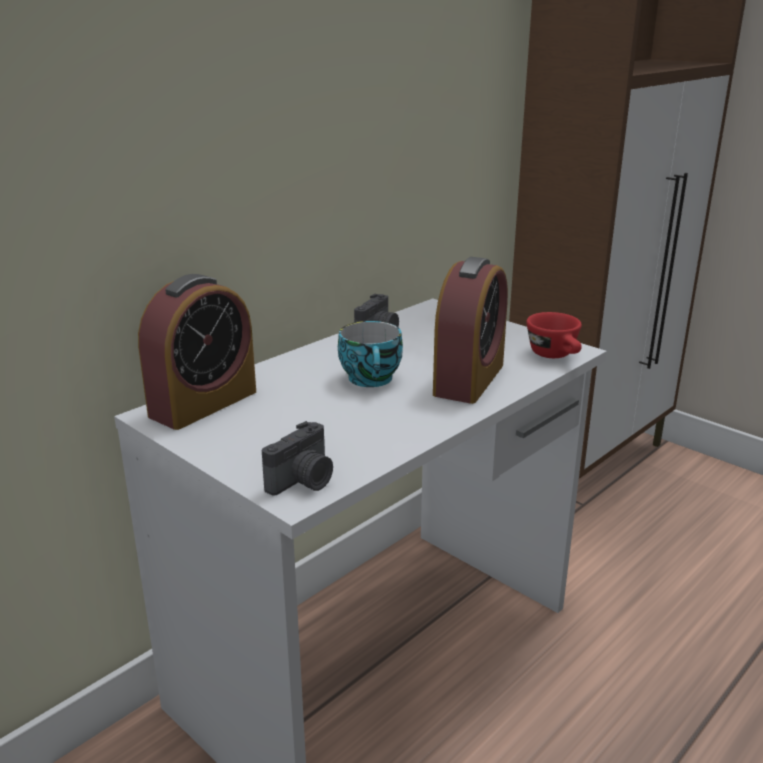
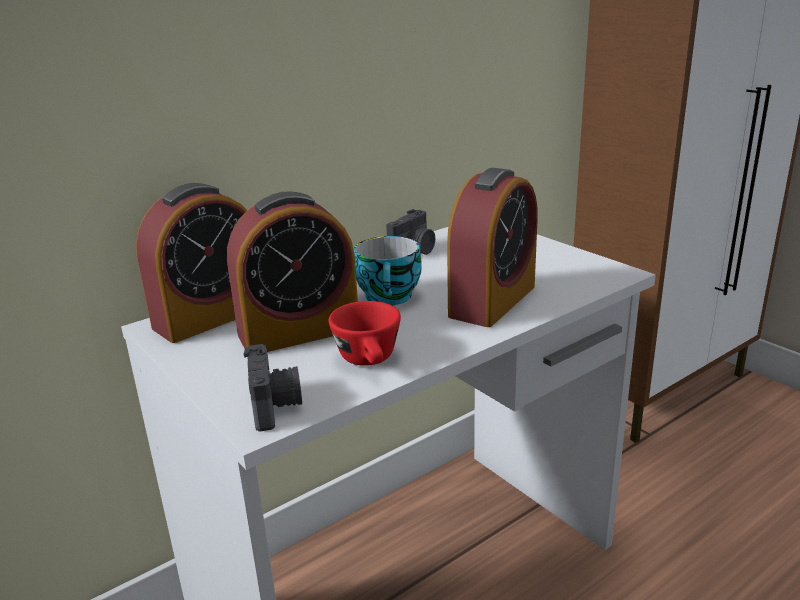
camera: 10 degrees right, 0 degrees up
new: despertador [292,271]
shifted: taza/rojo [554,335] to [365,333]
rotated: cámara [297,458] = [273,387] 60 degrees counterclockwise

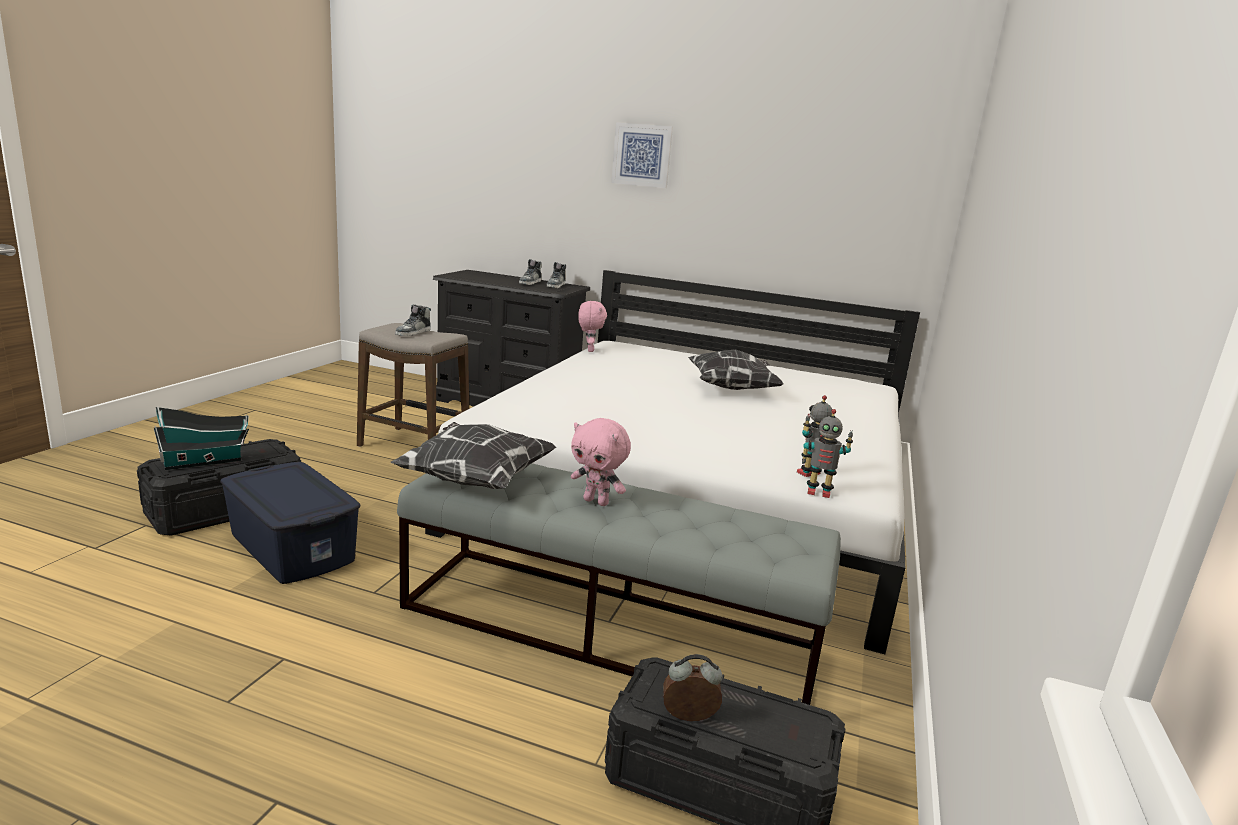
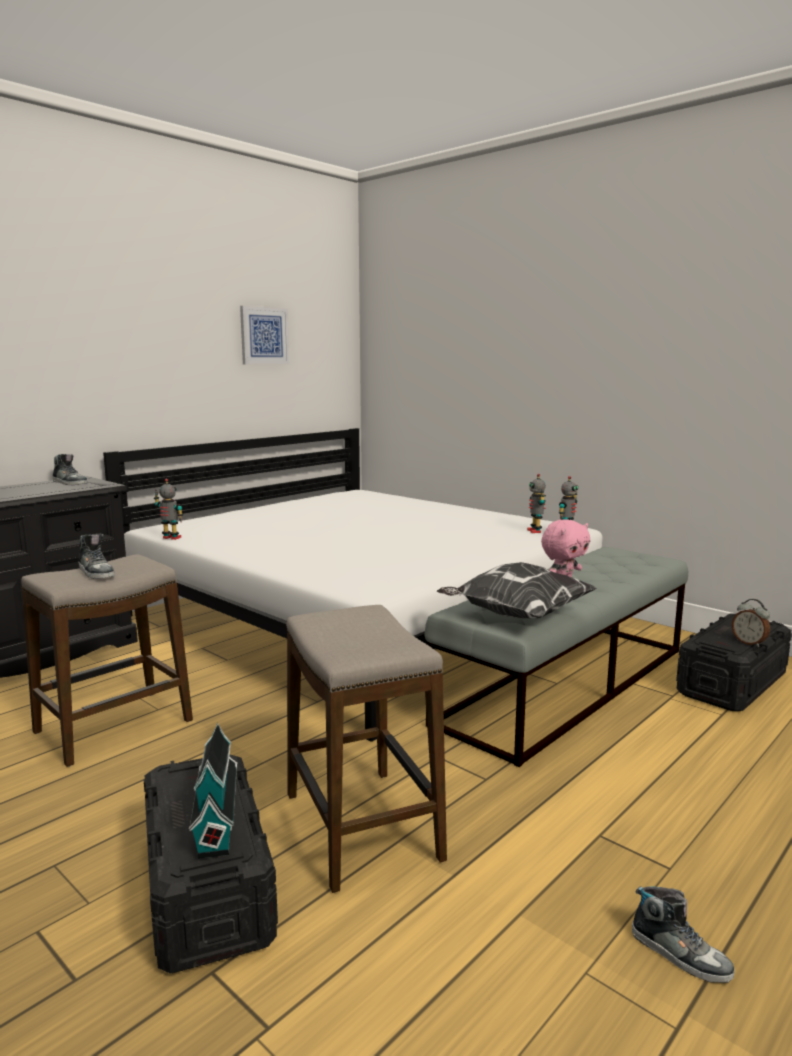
camera: 65 degrees left, 5 degrees down
gone: cojín [736,370]
shifted: cuadro [642,155] to [265,335]; zapato [530,272] to [683,934]
swapped: peluche/rosa [592,326] to robot de juguete [168,509]; caja de almacenaje/azul [290,523] to taburete [366,749]
rotated: despertador [692,687] = [751,623] 60 degrees counterclockwise

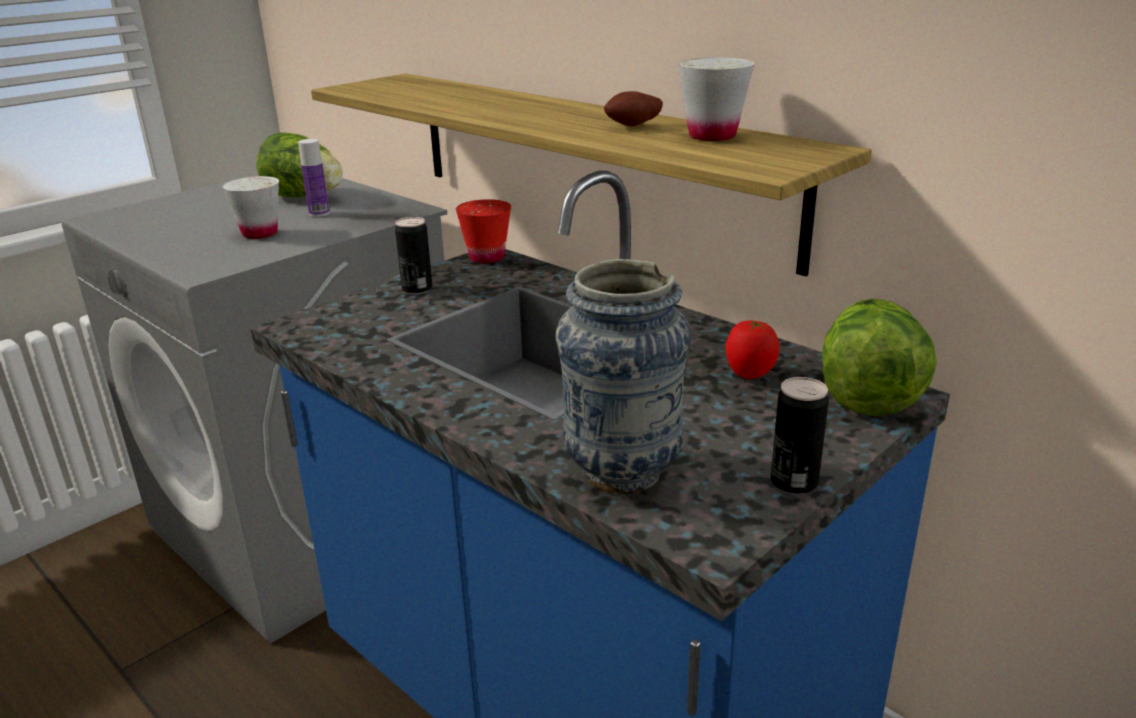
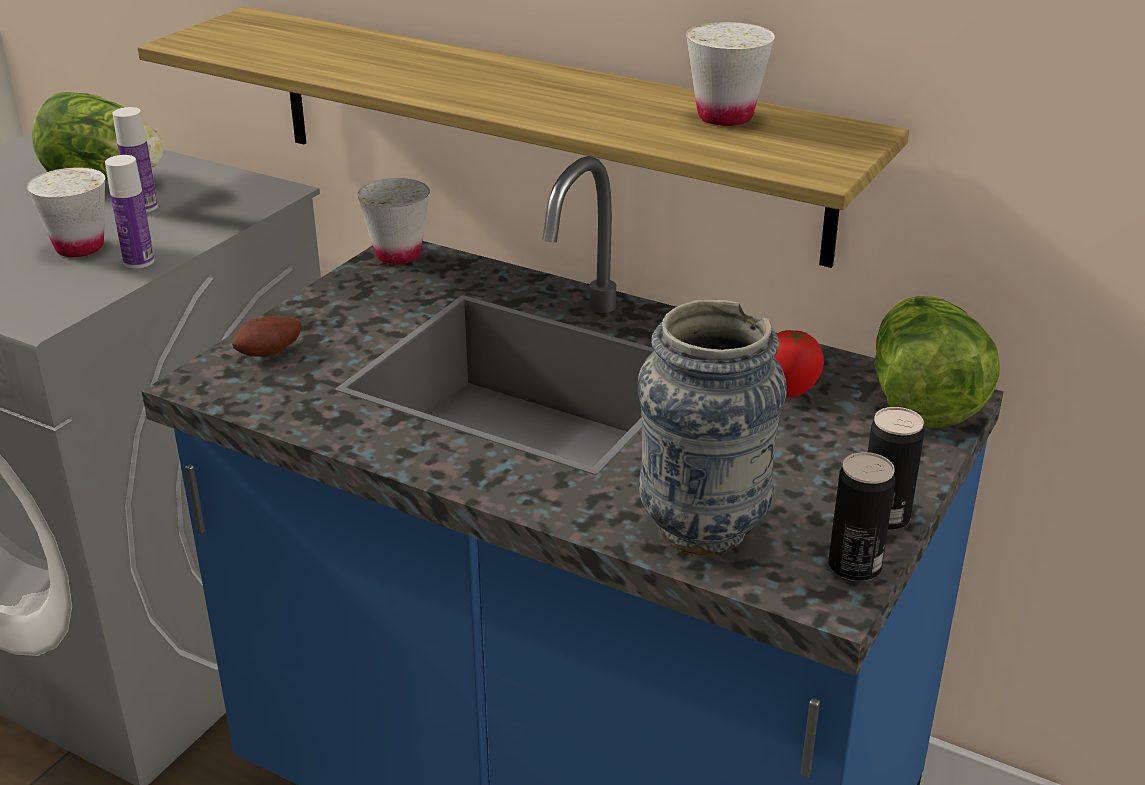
camera: 15 degrees left, 5 degrees up
new: botella [130,211]
shifted: patata [633,108] to [266,336]; lata [414,255] to [861,516]
repainted: taza/rojo [483,231] to taza/blanco [393,221]

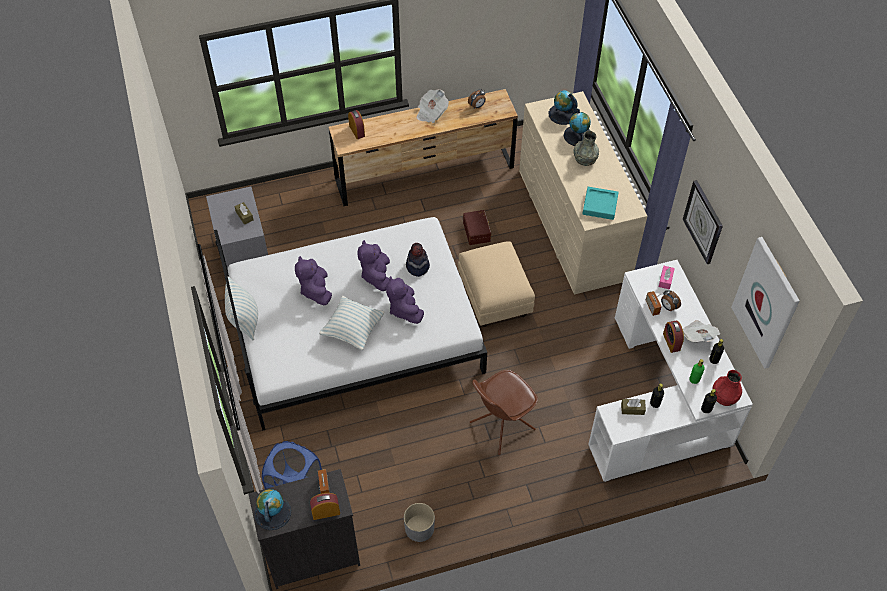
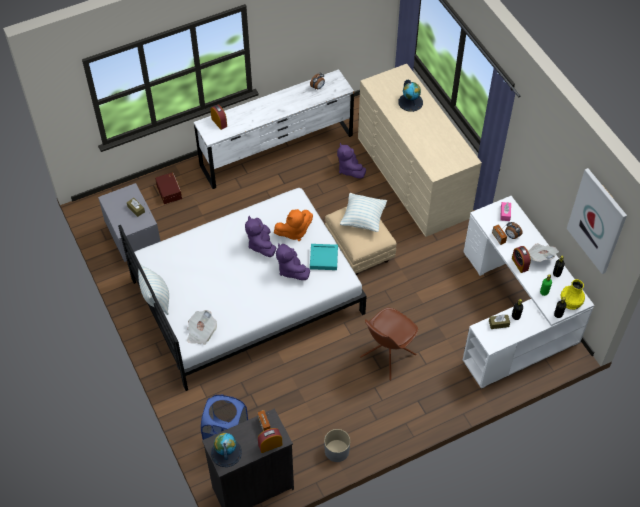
camera: 10 degrees left, 0 degrees up
gone: globo terráqueo [563,107]; florero/gris [586,148]; reloj de pared [703,222]
shifted: periódico [432,106] to [202,327]; bandeja/turquesa [601,203] to [324,257]; caja de almacenaje/marrón [477,227] to [168,188]; peluche/morado [313,280] to [351,160]; cojín [352,323] to [363,212]
swapped: sombrero [418,260] to peluche/naranja [293,225]
repainted: cómoda/marrón [423,147] to cómoda/blanco [274,129]; florero/rojo [727,388] to florero/amarillo [573,294]

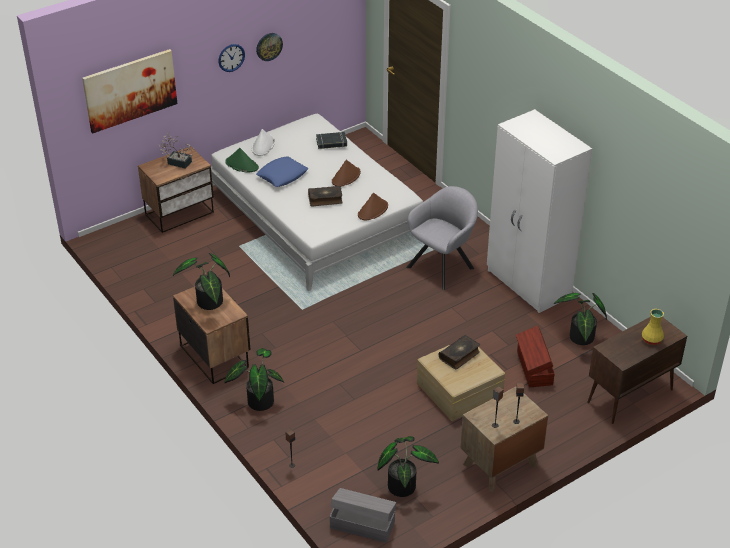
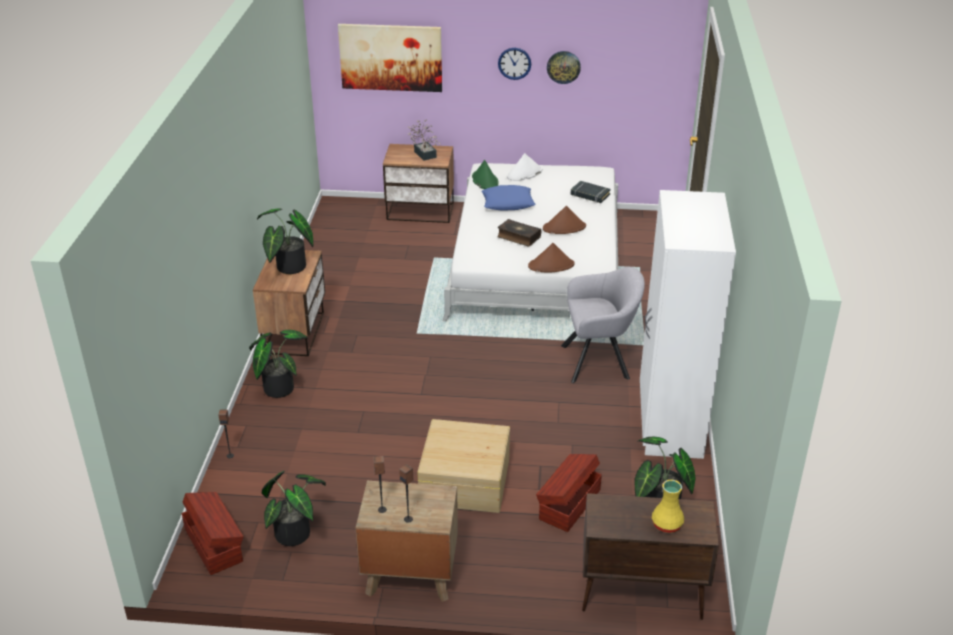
camera: 40 degrees right, 5 degrees down
gone: libro [459,352]
repainted: caja de almacenaje/gris [363,515] to caja de almacenaje/marrón [213,533]

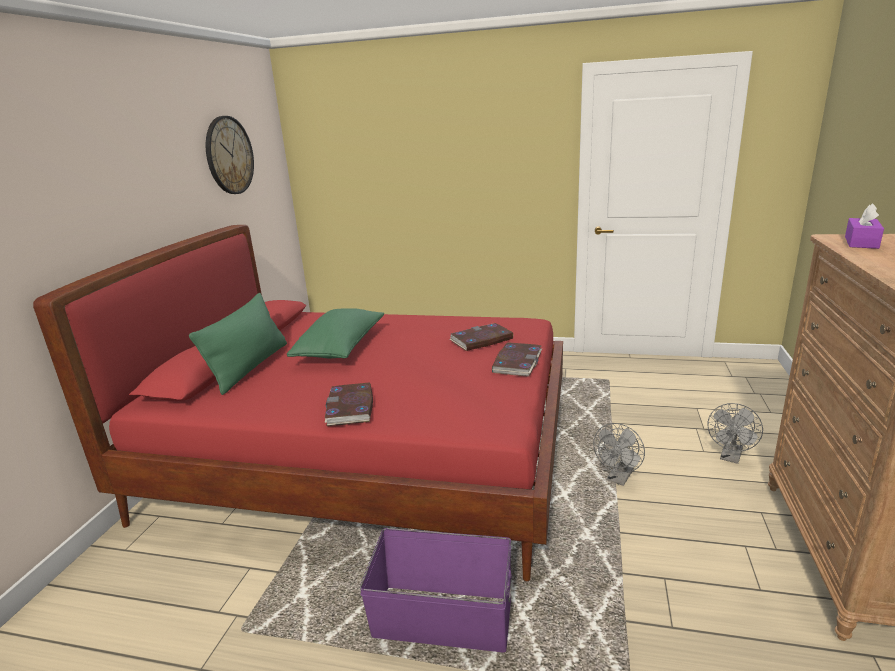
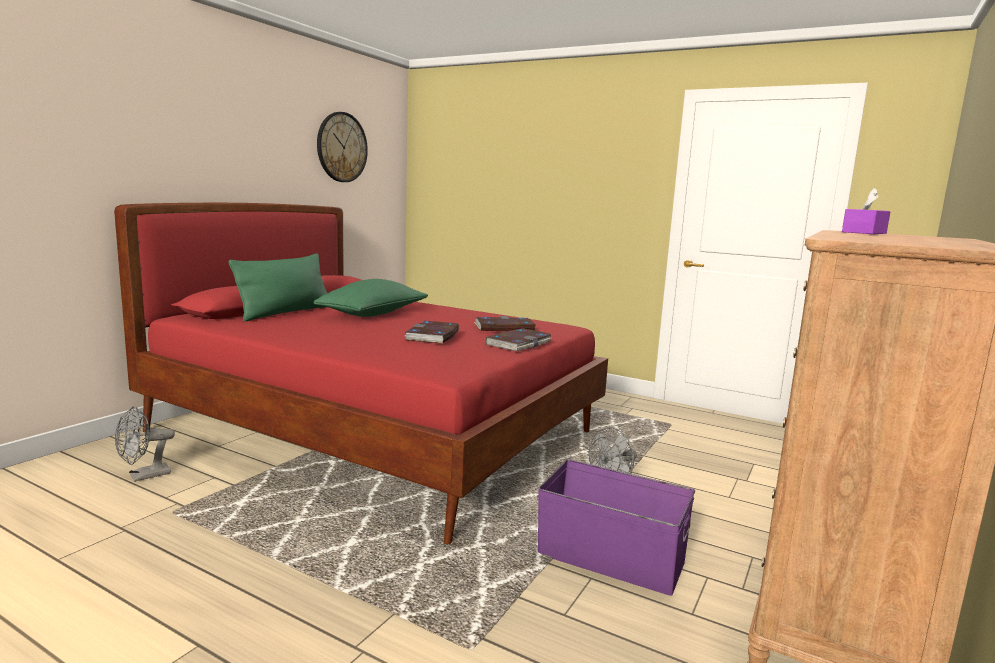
camera: 15 degrees right, 10 degrees down
shifted: libro [349,404] to [432,332]; ventilador/gris [735,433] to [145,444]; caja de almacenaje/morado [435,590] to [616,527]

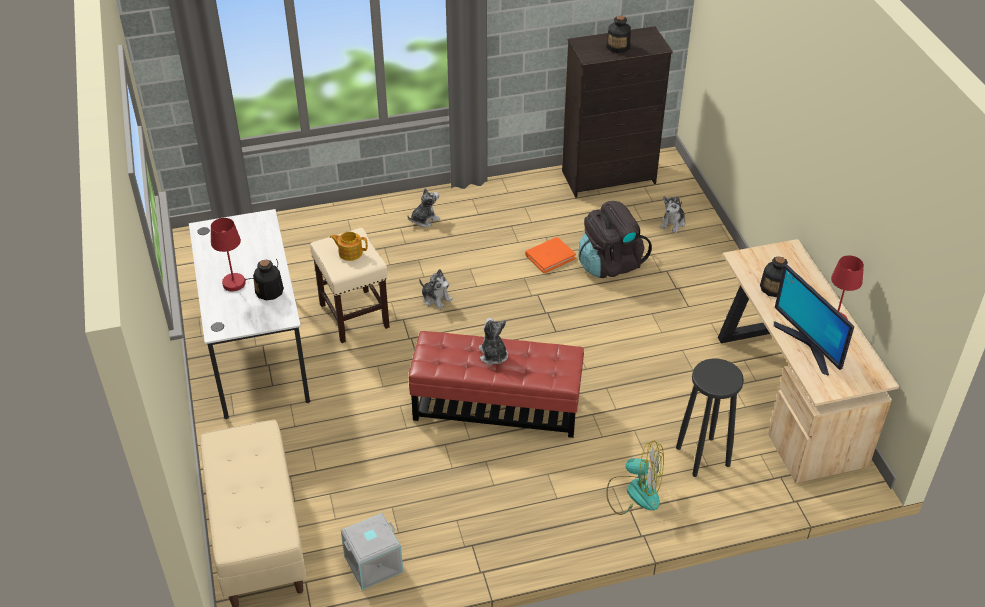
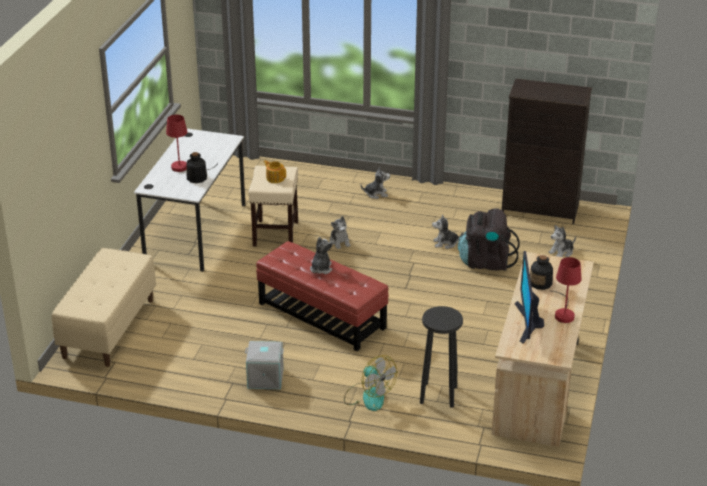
camera: 30 degrees right, 10 degrees down
gone: botella [618,34]
shifted: caja de almacenaje/gris [372,551] to [264,365]
swapped: libro/naranja [550,255] to peluche [447,232]

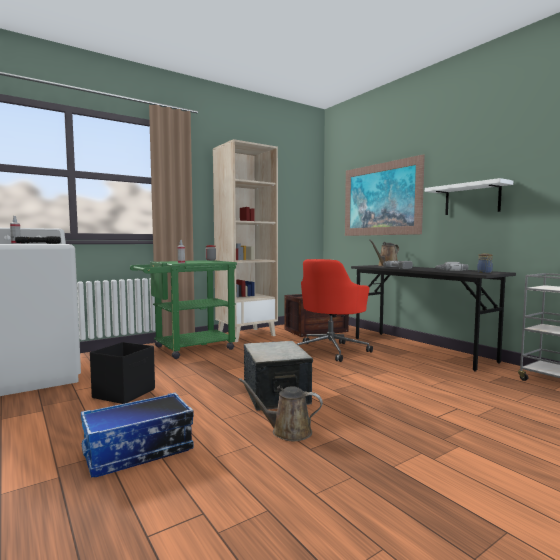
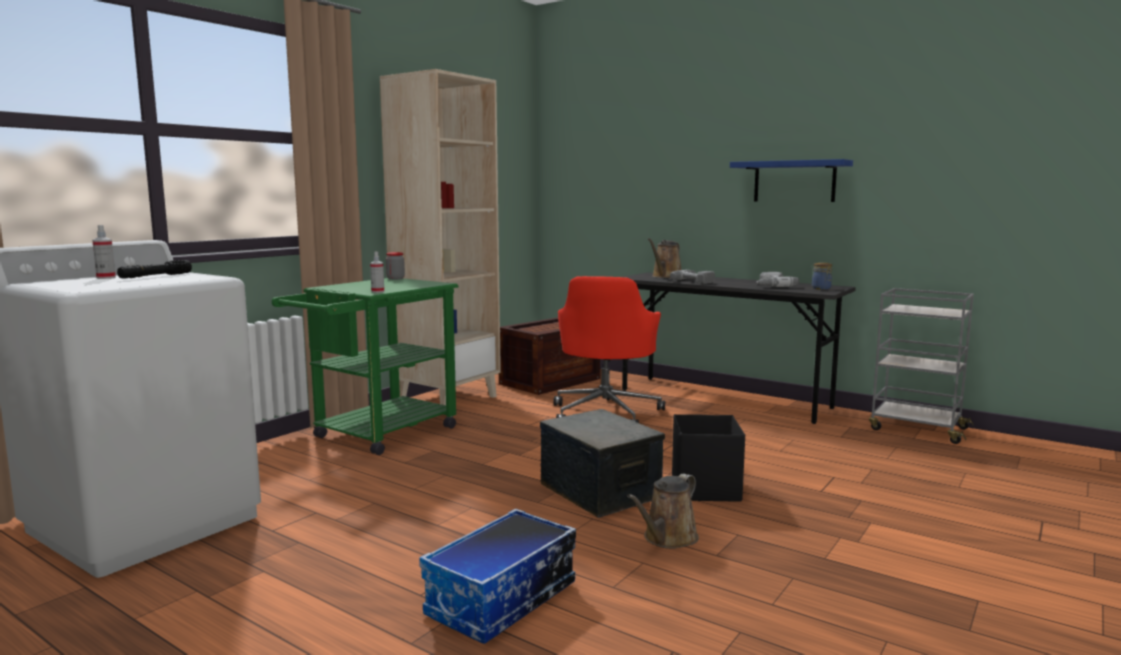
camera: 20 degrees left, 5 degrees up
gone: cuadro [385,195]
shifted: caja de almacenaje/negro [122,373] to [708,458]
repainted: estante/blanco [469,196] to estante/azul [791,180]
rotated: regadera/marrón [281,409] = [663,511] 45 degrees counterclockwise

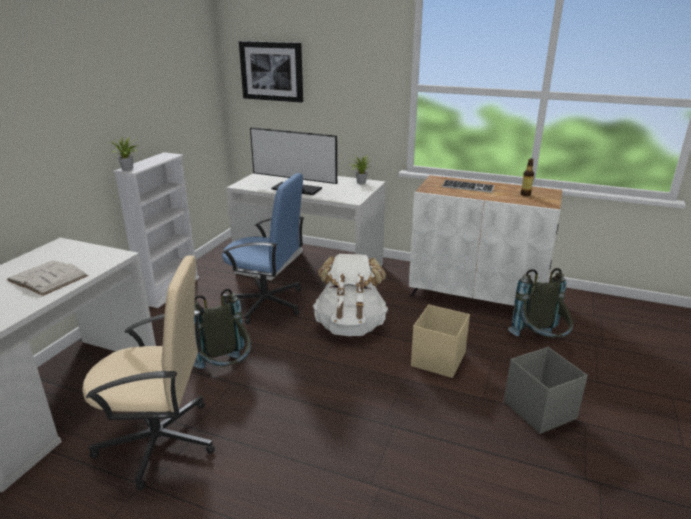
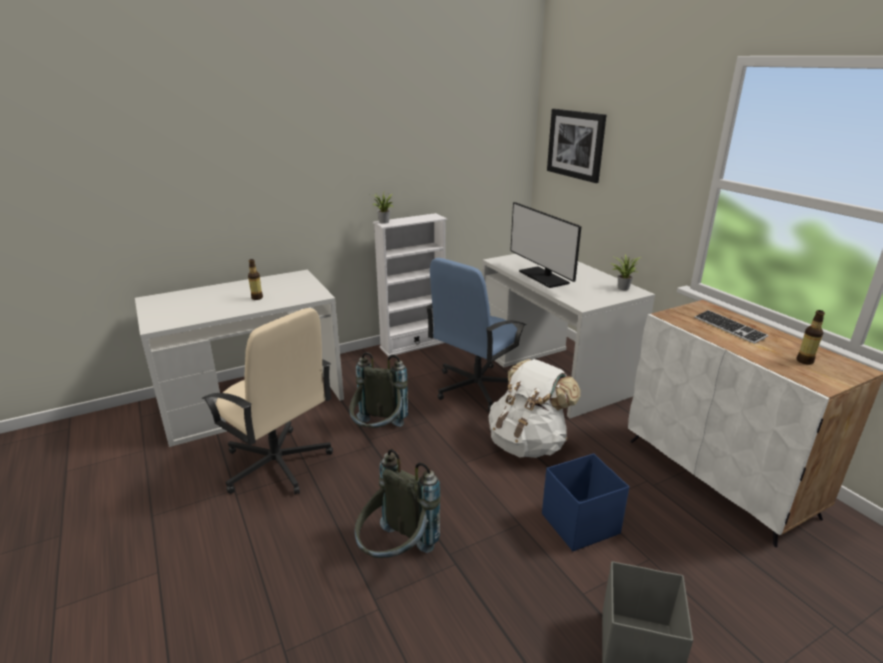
camera: 40 degrees right, 0 degrees up
shifted: mochila/gris [540,303] to [397,503]
swapped: libro/blanco [47,278] to botella [255,279]
repainted: caja de almacenaje/beis [440,341] to caja de almacenaje/azul [585,502]
rotated: silla de oficina/azul [263,248] = [476,334] 75 degrees clockwise

